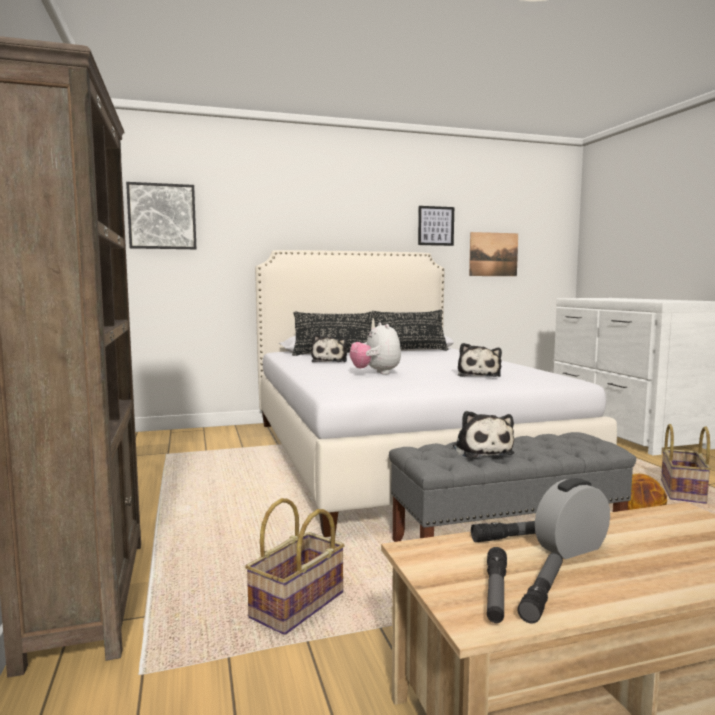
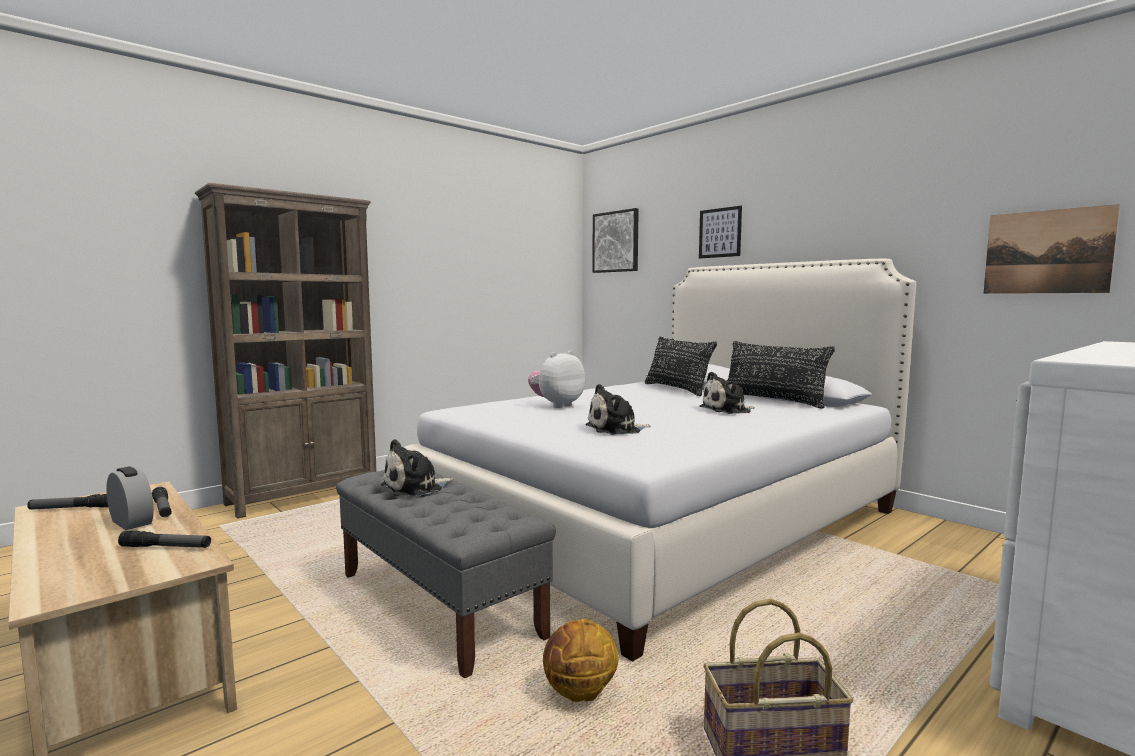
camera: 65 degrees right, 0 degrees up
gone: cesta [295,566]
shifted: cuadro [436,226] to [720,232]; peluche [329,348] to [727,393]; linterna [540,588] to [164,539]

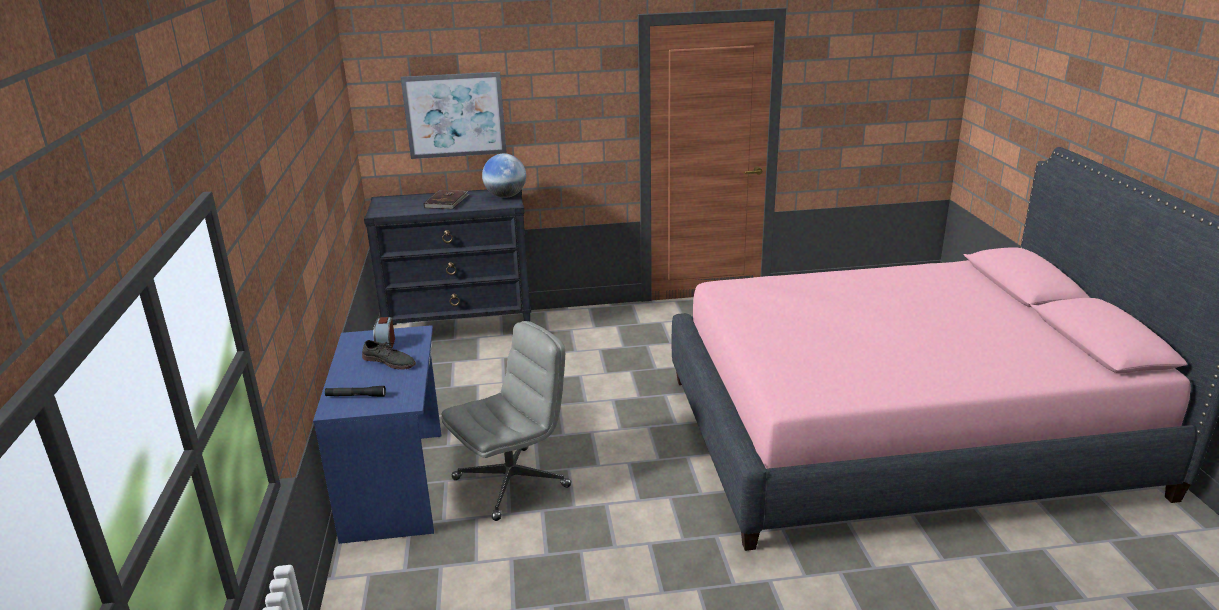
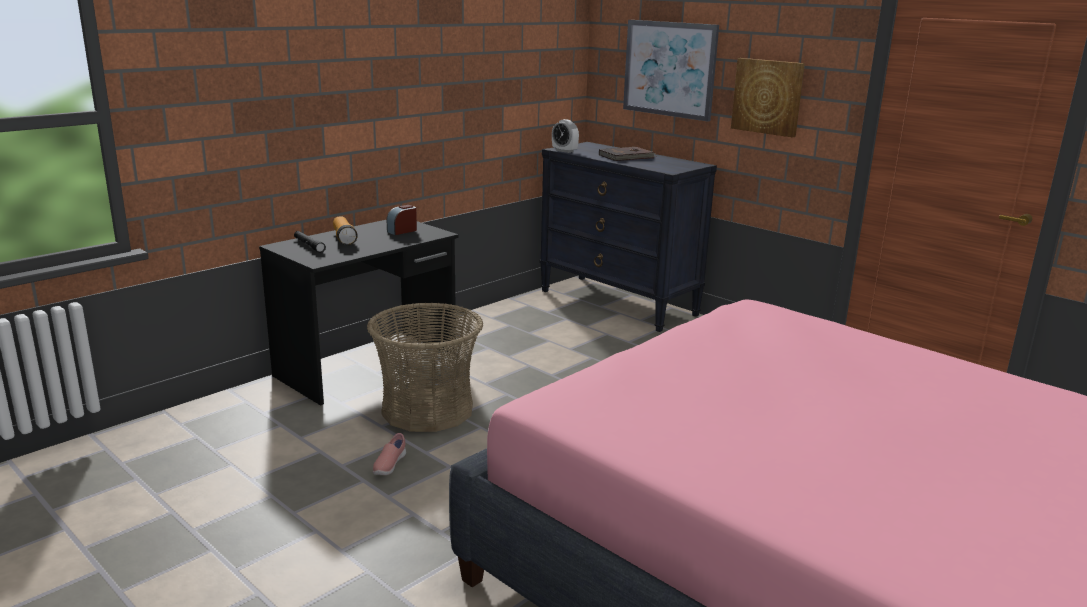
camera: 50 degrees right, 5 degrees down
gone: globo terráqueo [504,175]; zapato/gris [389,355]
new: cuadro [768,98]; despertador [565,136]; linterna [345,231]; zapato/rosa [389,454]
swapped: silla de oficina/gris [506,421] to cesta [425,367]
repainted: escritorio/azul [377,434] to escritorio/negro [358,312]

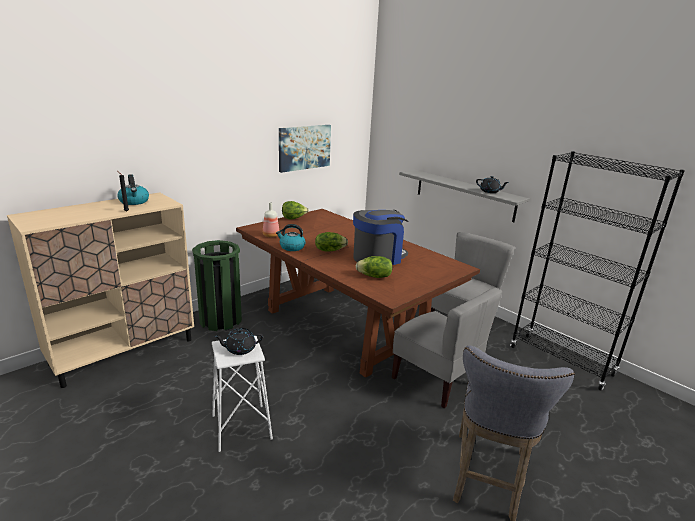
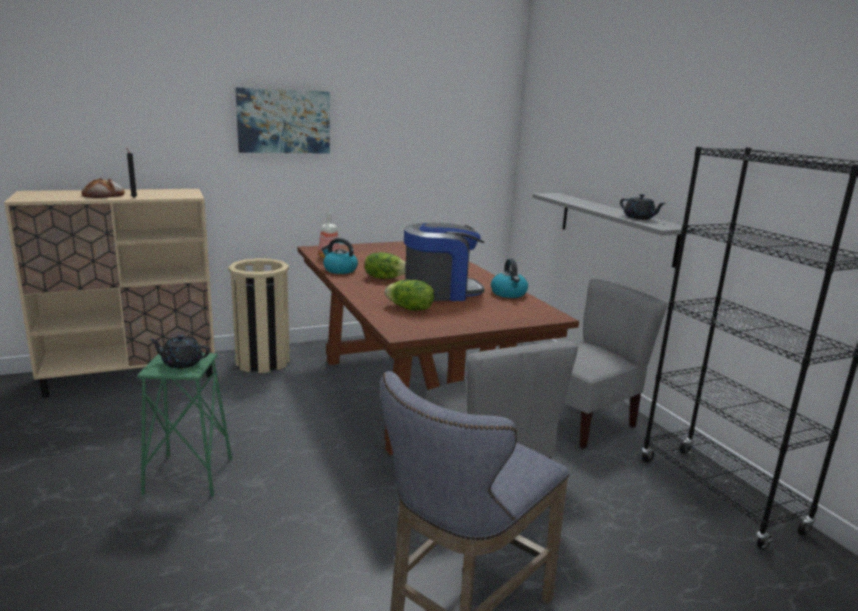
camera: 20 degrees right, 5 degrees down
gone: lechuga [295,210]
new: pan [103,188]
shifted: cuadro [305,149] to [282,120]; hervidor [133,189] to [509,278]
repainted: papelera/verde [217,285] to papelera/beis [259,315]; taburete/blanco [242,394] to taburete/verde [184,425]

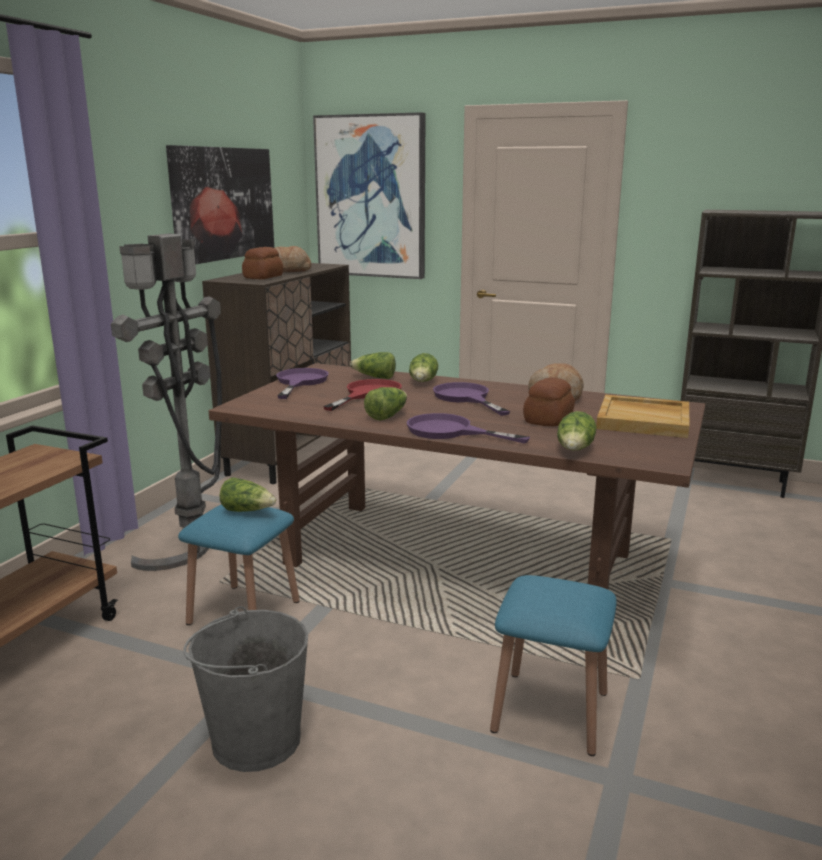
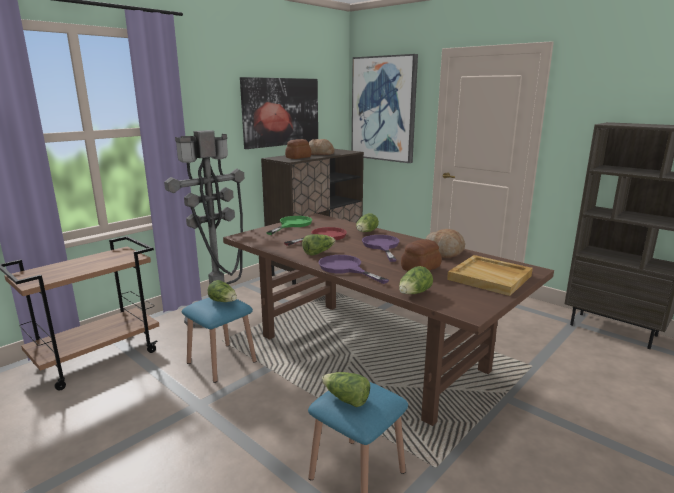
camera: 20 degrees right, 0 degrees up
gone: cubo/gris [245,689]
shifted: lechuga [373,365] to [346,389]
repainted: sartén/morado [302,383] to sartén/verde [289,225]

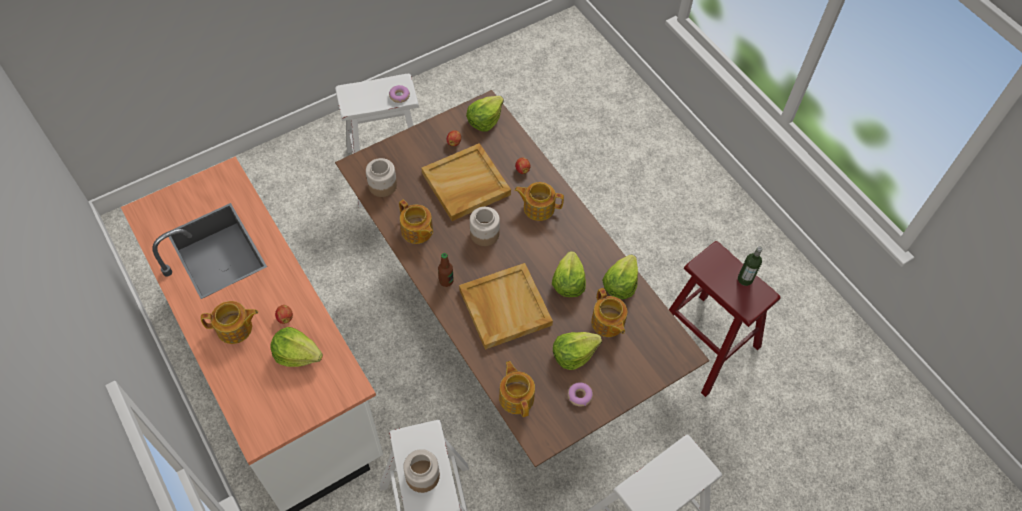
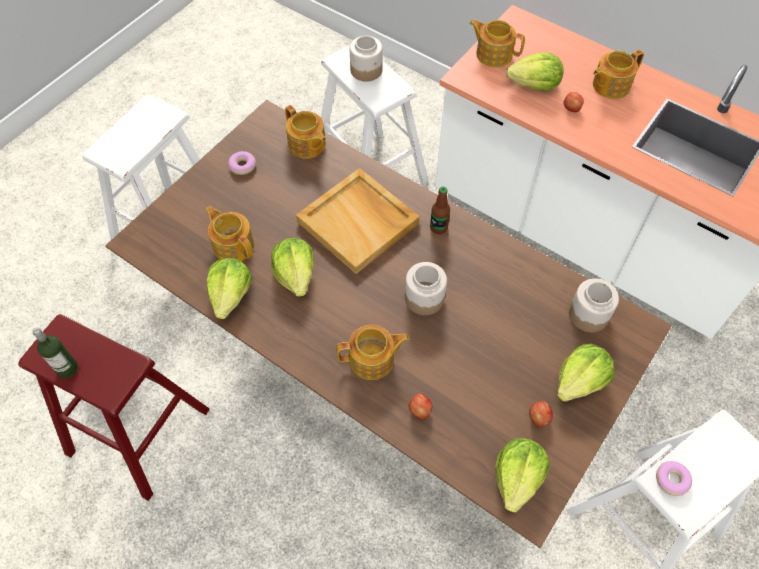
camera: 160 degrees right, 0 degrees up
gone: bandeja/beis [466,182]
shifted: tetera [416,222] to [497,43]; lechuga [577,351] to [585,373]

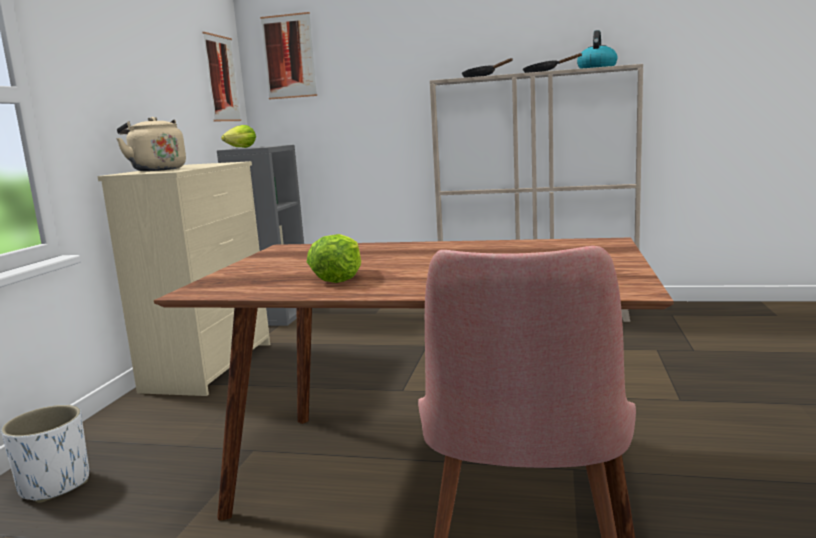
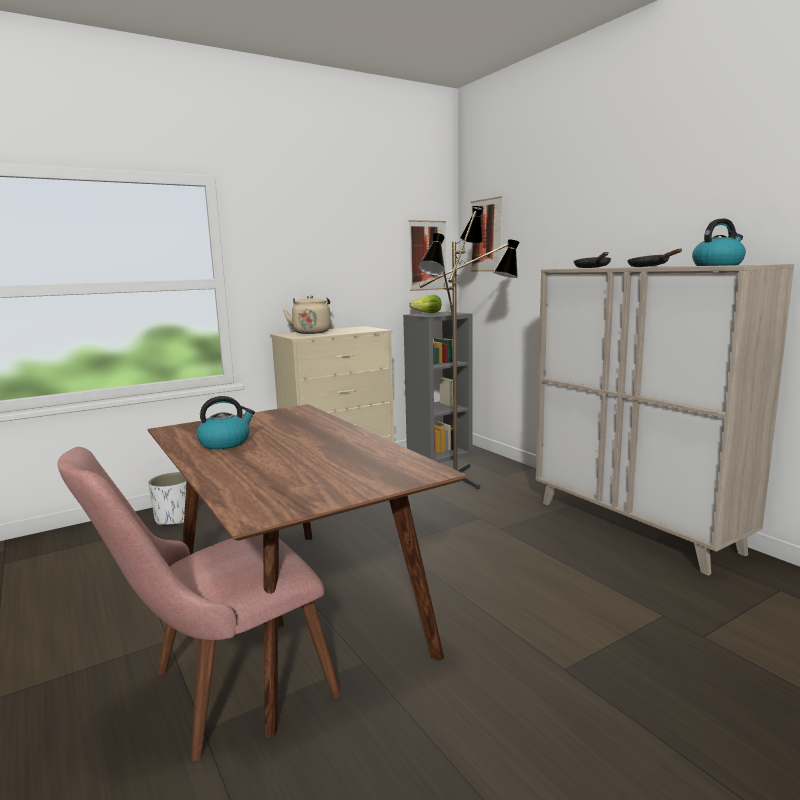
camera: 45 degrees right, 0 degrees up
new: lámpara de pie [469,347]
swapped: lechuga [334,258] to hervidor [226,422]

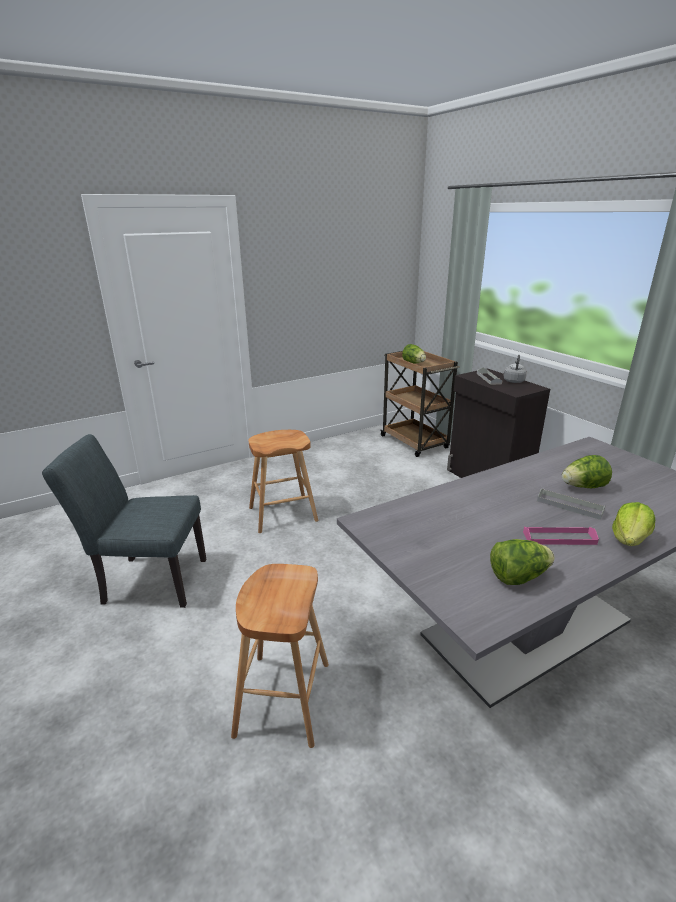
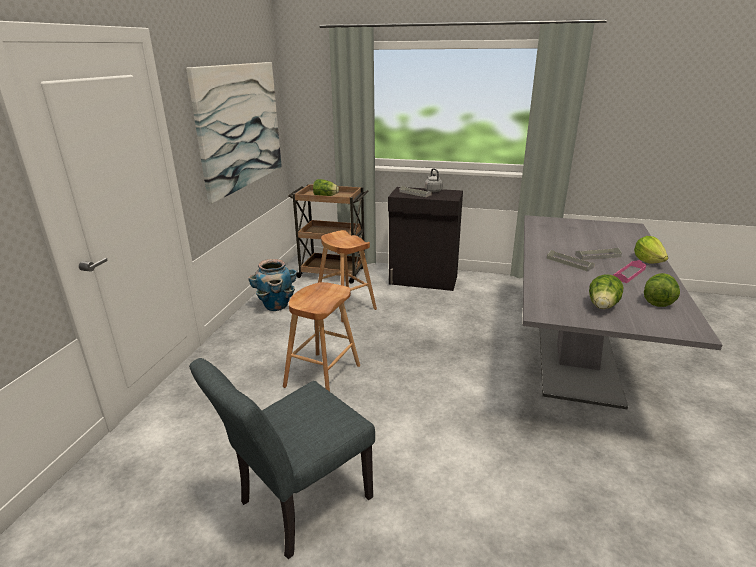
camera: 45 degrees left, 0 degrees up
new: cuadro [234,132]; bandeja/gris [570,260]; maceta [272,285]
shifted: lechuga [587,471] to [606,291]; taburete/marrón [280,656] to [347,276]

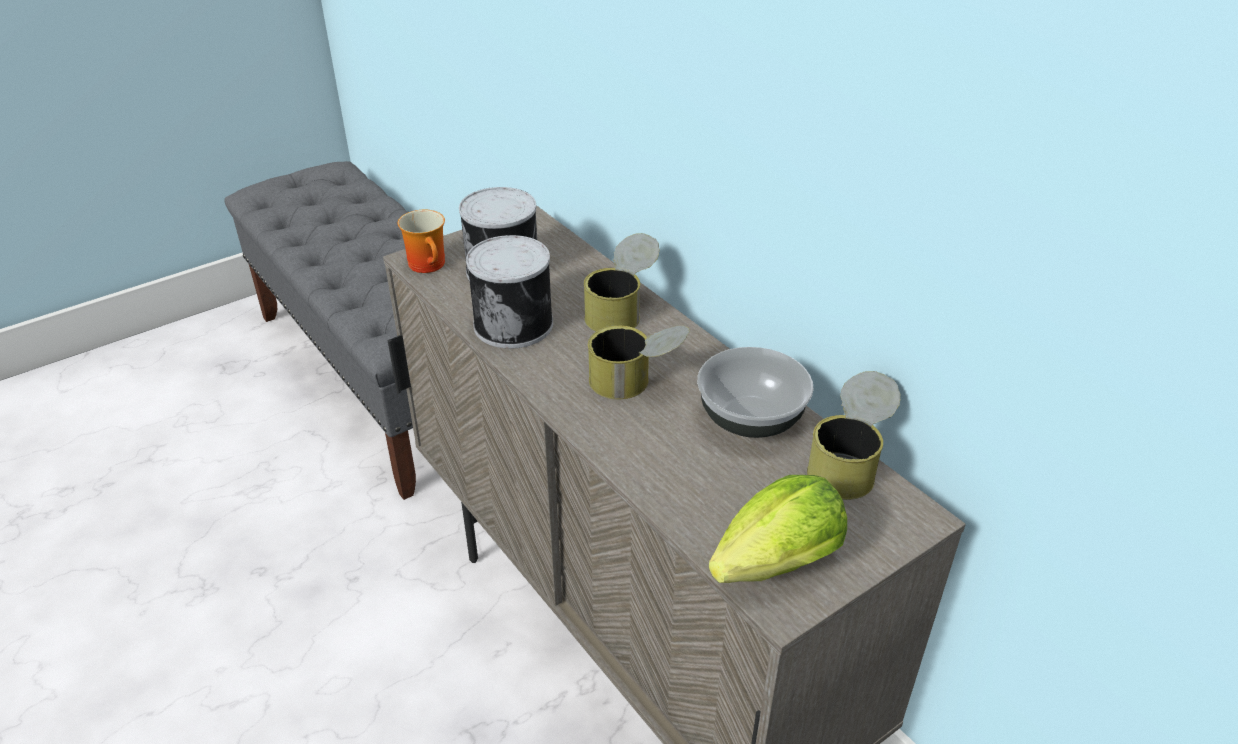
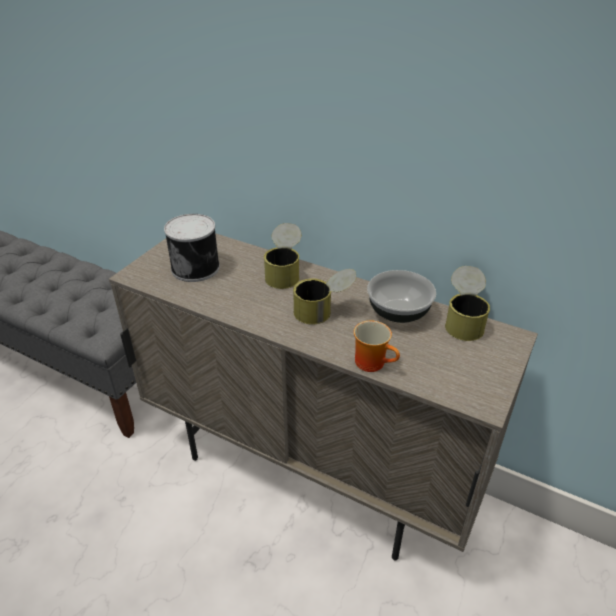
camera: 25 degrees left, 0 degrees up
gone: lata [509,292]; lechuga [778,529]
shifted: taza grande [421,241] to [377,346]

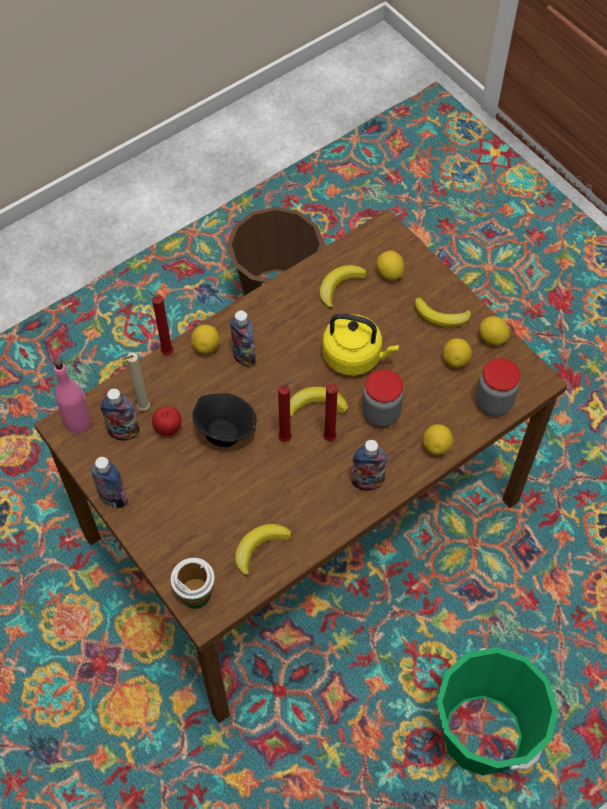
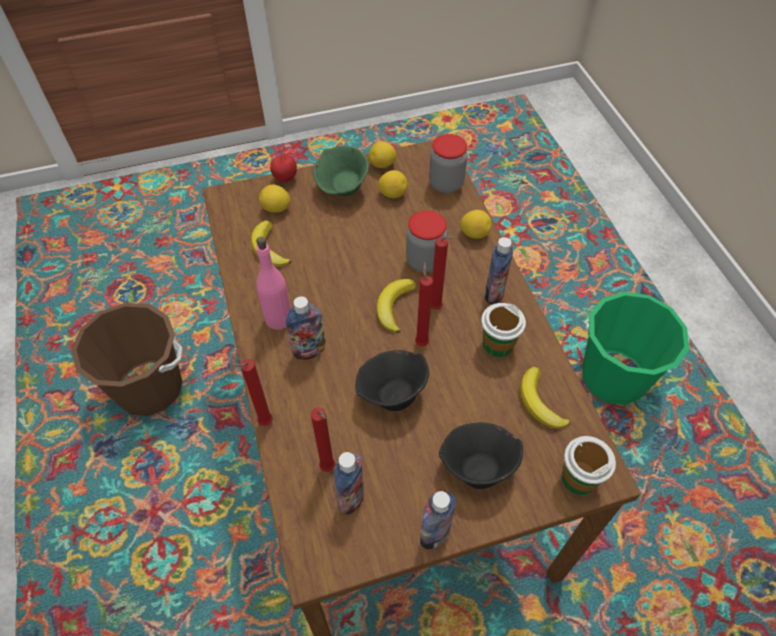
camera: 70 degrees left, 5 degrees down
gone: hervidor/amarillo [360,344]; limón [205,339]
new: taza [503,330]; cuenco/negro [481,455]
shifted: botella/rosa [72,395] to [273,283]; manzana [167,421] to [283,168]
swapped: plátano [442,312] to cuenco/verde [341,171]
repainted: vela/beis [136,382] to vela/rojo [323,440]

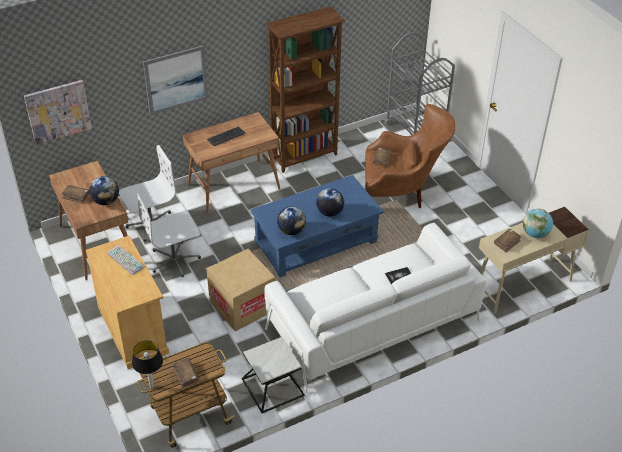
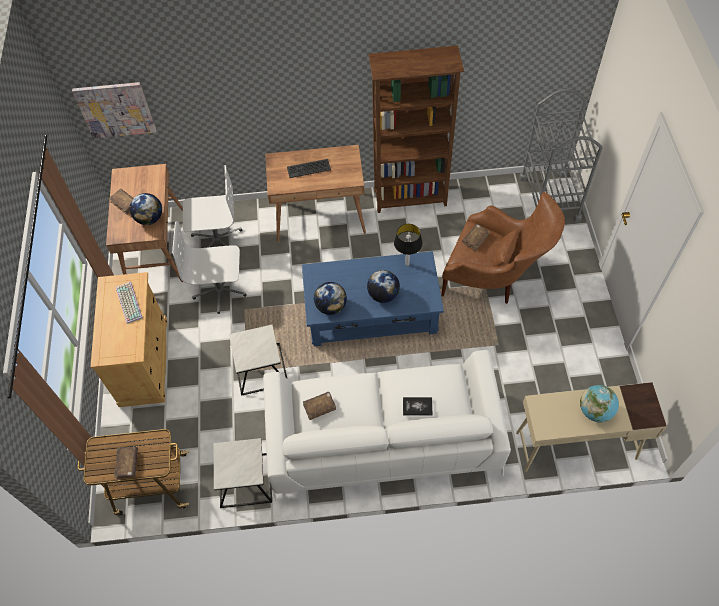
camera: 25 degrees right, 15 degrees up
gone: cuadro [175,80]
shifted: libro/marrón [508,241] to [319,406]; lámpara de mesa [147,364] to [408,245]
swapped: caja de cartón [240,290] to mesa auxiliar [258,360]

